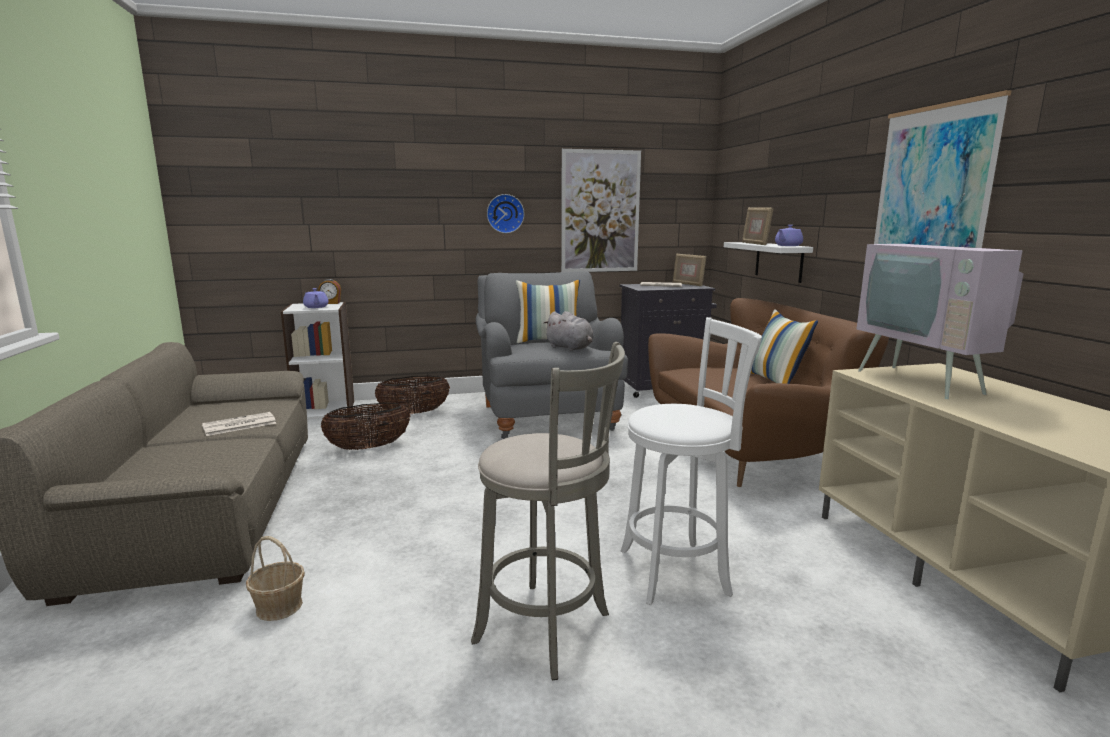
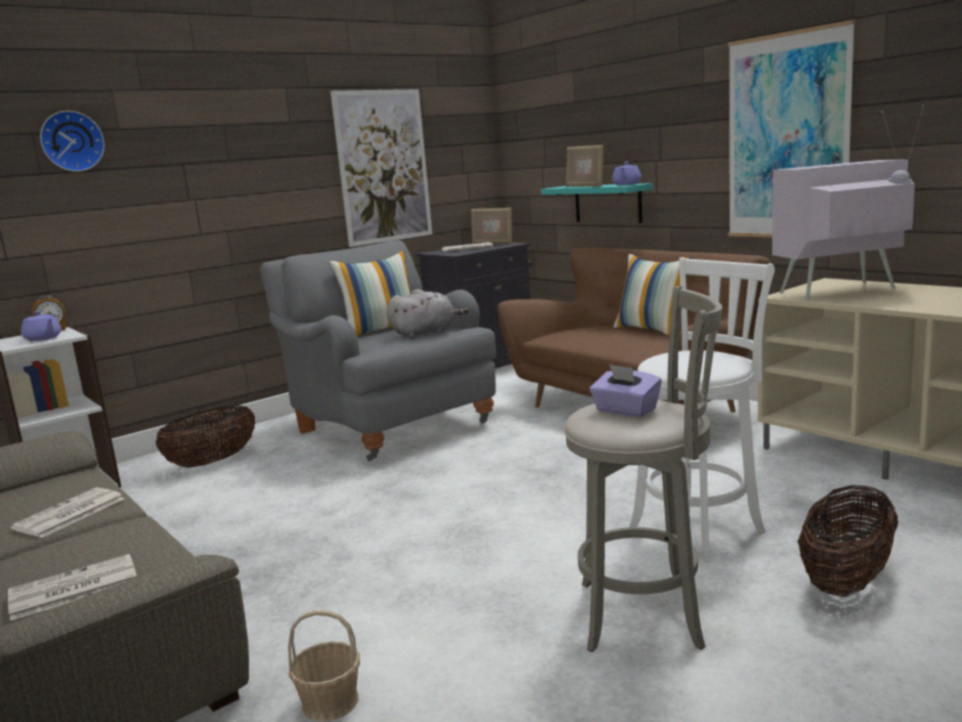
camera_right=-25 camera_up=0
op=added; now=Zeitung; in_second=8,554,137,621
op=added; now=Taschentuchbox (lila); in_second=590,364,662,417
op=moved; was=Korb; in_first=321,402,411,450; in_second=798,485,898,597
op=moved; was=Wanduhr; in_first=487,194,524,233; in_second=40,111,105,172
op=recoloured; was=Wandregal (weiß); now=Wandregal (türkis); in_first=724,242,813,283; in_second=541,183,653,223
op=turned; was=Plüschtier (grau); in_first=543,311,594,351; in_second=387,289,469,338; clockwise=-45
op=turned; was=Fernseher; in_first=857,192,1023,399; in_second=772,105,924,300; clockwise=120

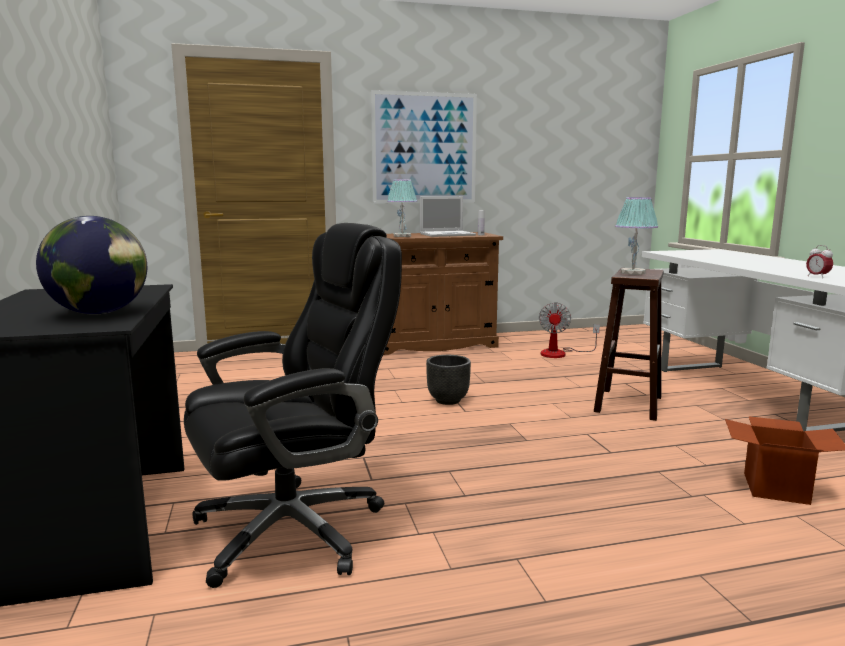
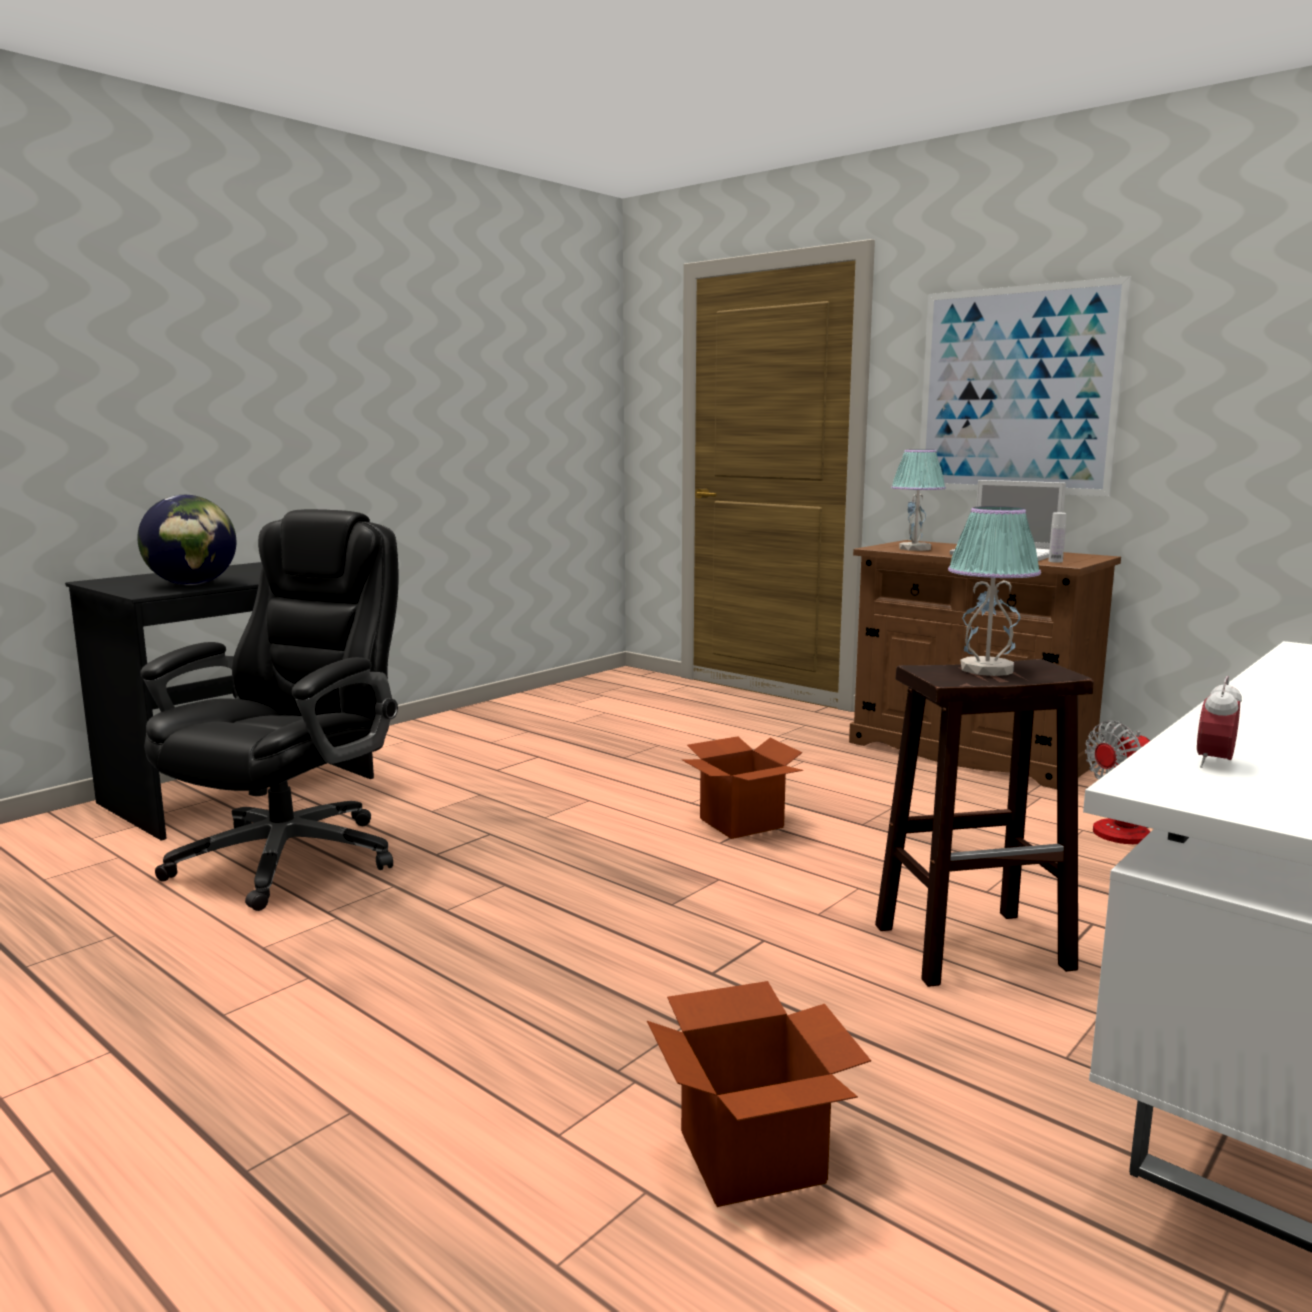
camera_right=55 camera_up=0
op=replaced; was=Pflanzkübel (schwarz); now=Karton; in_first=426,355,471,405; in_second=682,736,803,839
op=turned; was=Bürostuhl (schwarz); in_first=184,223,402,588; in_second=140,509,399,911; clockwise=-90

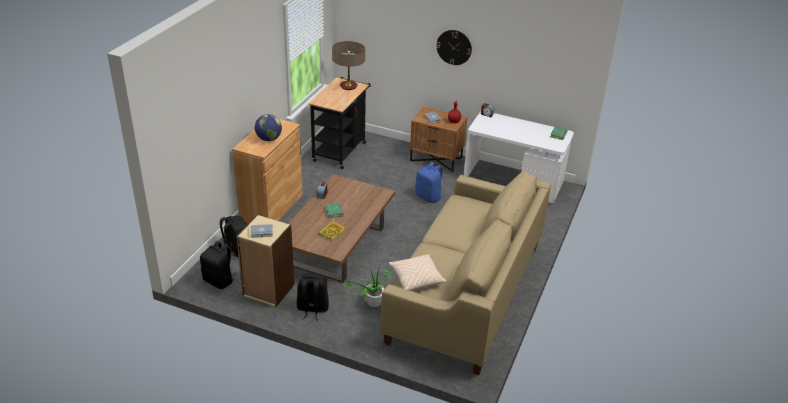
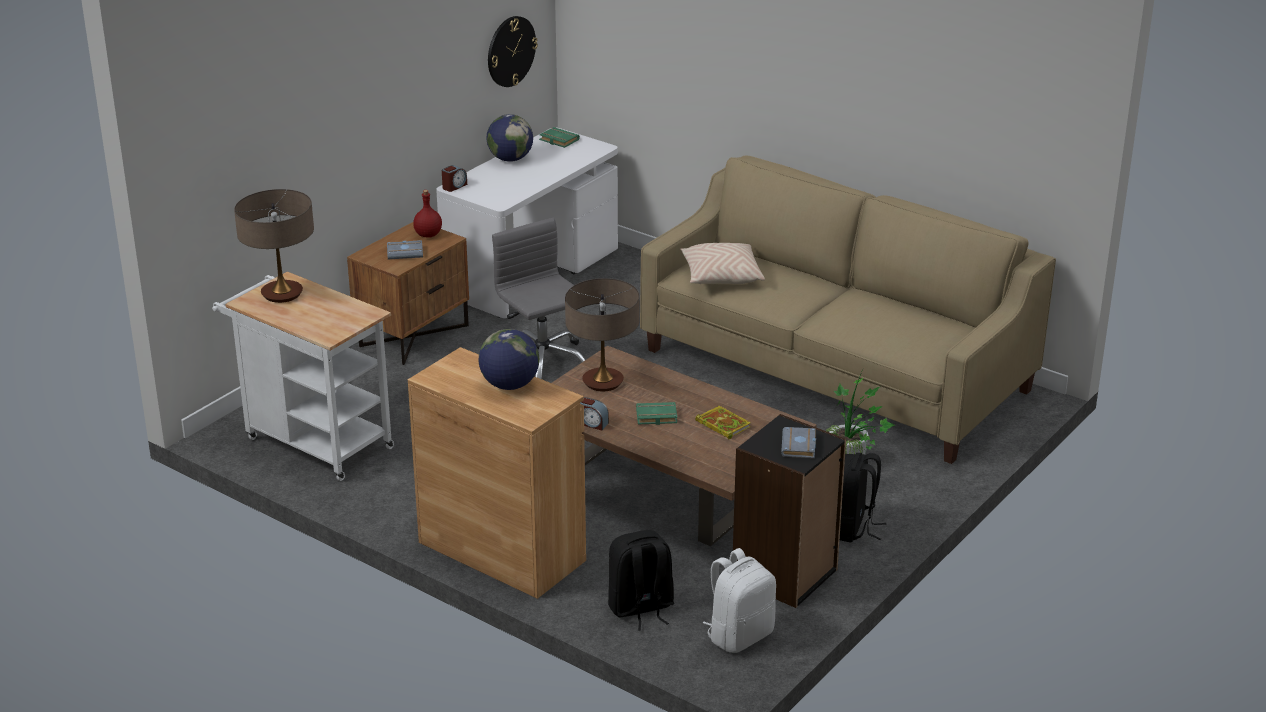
camera_right=-75 camera_up=-5
op=added; now=Globus; in_second=486,114,533,162
op=added; now=Tischlampe; in_second=565,278,639,391
op=moved; was=Kissen (beige); in_first=389,254,446,291; in_second=680,243,765,284
op=moved; was=Wanduhr; in_first=436,30,472,65; in_second=488,16,538,87
op=replaced; was=Rucksack (blau); now=Bürostuhl (grau); in_first=415,162,443,203; in_second=492,218,585,379
op=recoloured; was=Rucksack (schwarz); now=Rucksack (weiß); in_first=200,241,236,289; in_second=703,548,776,653
op=recoloured; was=Bücherregal (beige); now=Bücherregal (schwarz); in_first=236,215,294,307; in_second=733,414,846,608
op=recoloured; was=Rollwagen (schwarz); now=Rollwagen (weiß); in_first=308,77,371,169; in_second=212,272,394,481

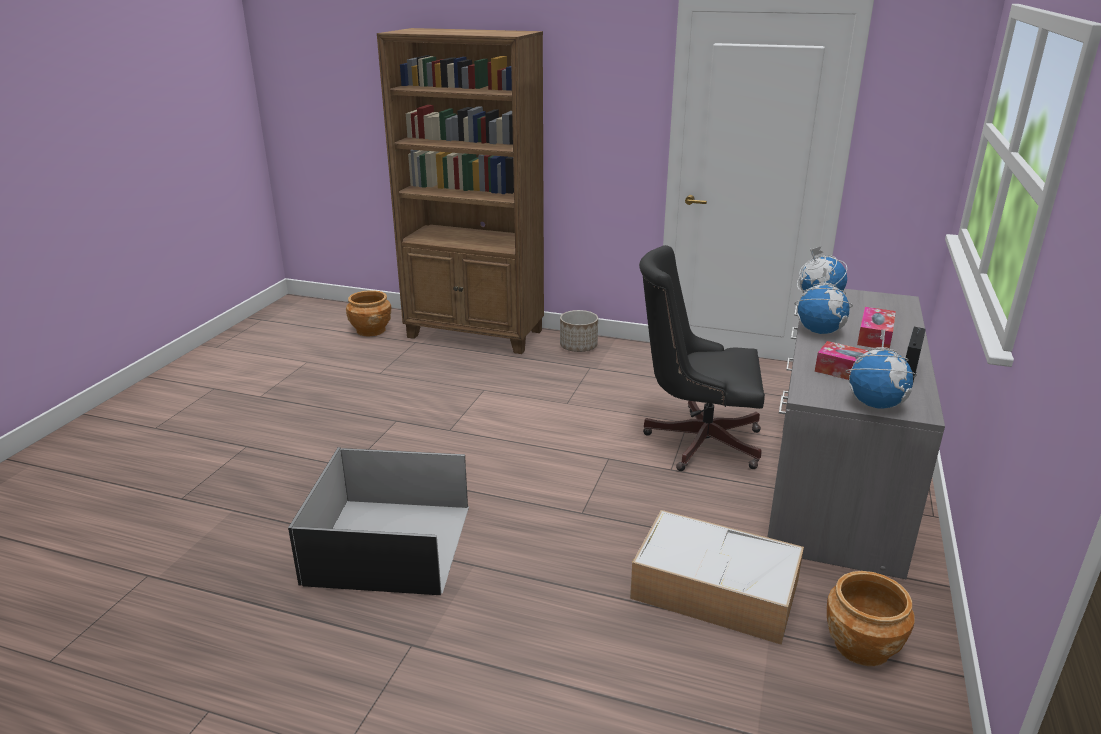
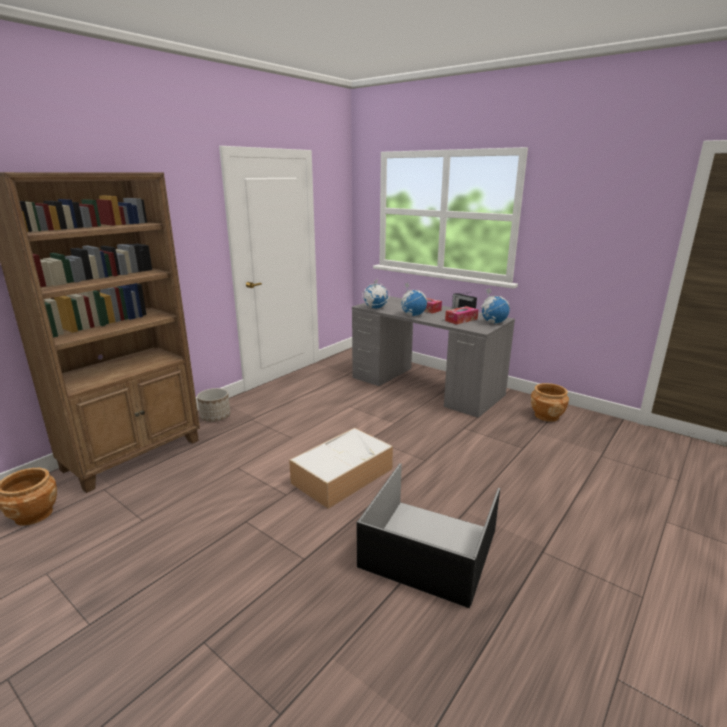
camera_right=-70 camera_up=-5
op=removed; was=Bürostuhl (schwarz); in_first=639,245,765,471
op=moved; was=Aufbewahrungsbox; in_first=630,510,804,645; in_second=289,428,393,509

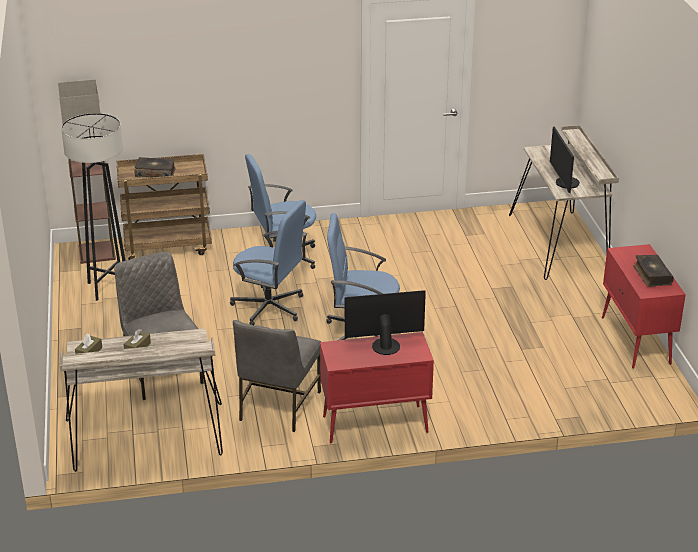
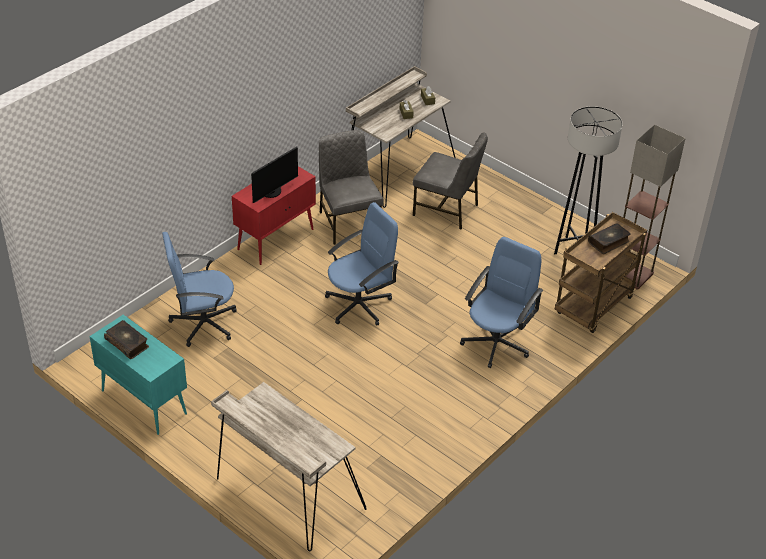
camera_right=140 camera_up=10
op=removed; was=Monitor; in_first=550,127,580,193
op=moved; was=Bürostuhl (blau); in_first=230,200,307,325; in_second=162,232,237,347
op=recoloured; was=Schrank (rot); now=Schrank (türkis); in_first=602,244,686,369; in_second=89,315,187,435

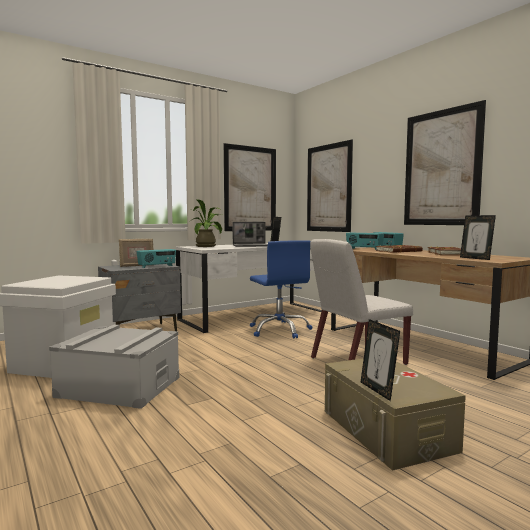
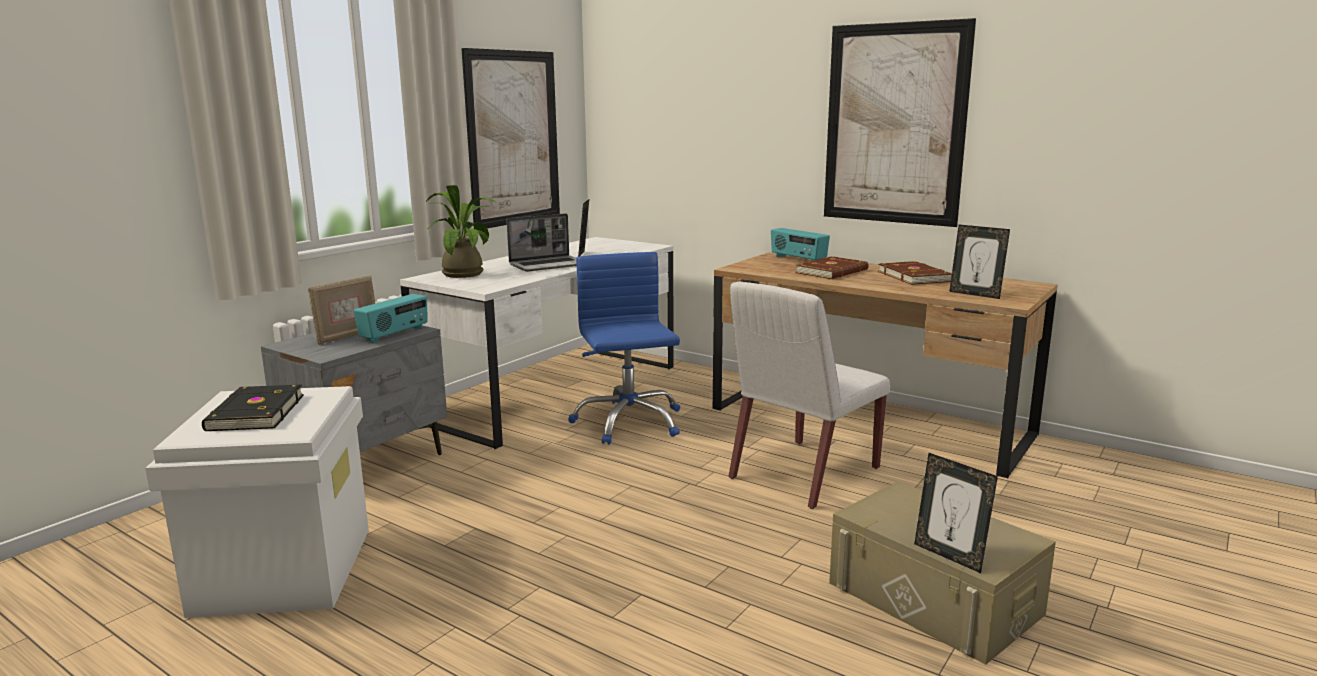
camera_right=-20 camera_up=10
op=removed; was=Aufbewahrungsbox (grau); in_first=49,325,179,409
op=removed; was=Bild; in_first=307,139,353,232
op=removed; was=Radio; in_first=346,233,384,250
op=added; now=Buch (schwarz); in_second=202,384,304,431
op=turned; was=Bürostuhl (blau); in_first=250,240,312,339; in_second=568,252,680,445; clockwise=-150

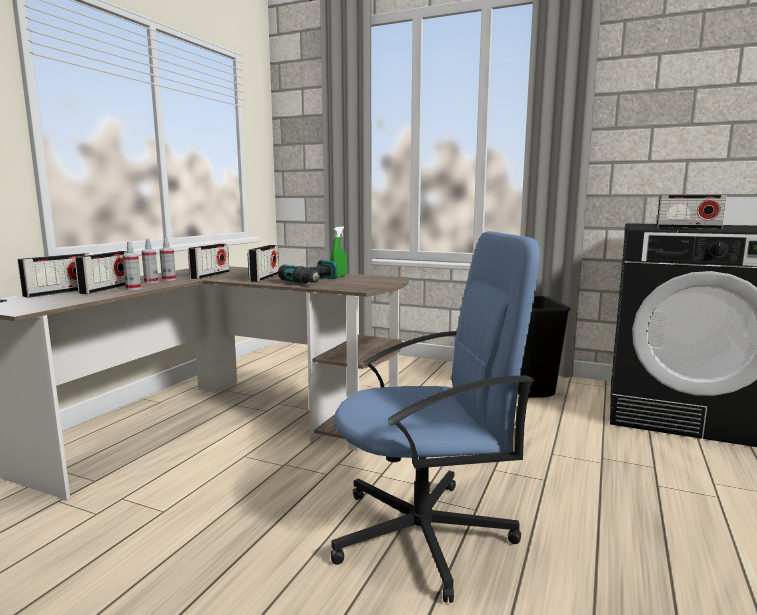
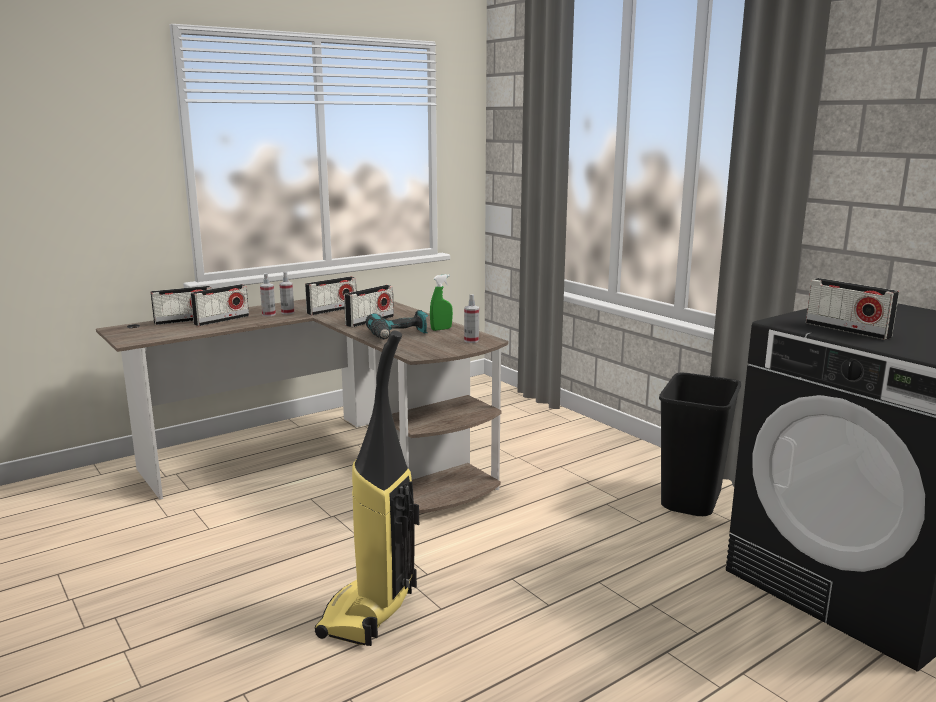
camera_right=30 camera_up=5
op=moved; was=Sprühflasche; in_first=122,242,141,290; in_second=464,294,479,343
op=replaced; was=Bürostuhl (blau); now=Staubsauger; in_first=331,231,540,603; in_second=315,331,419,646

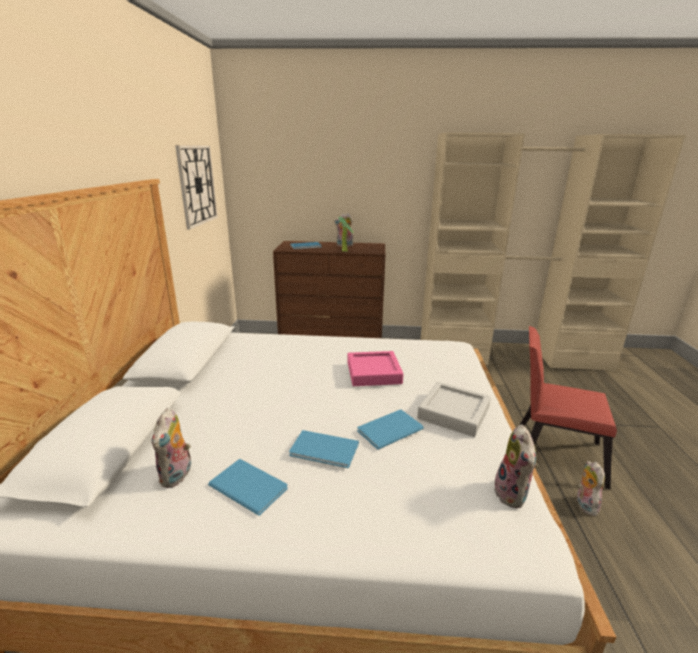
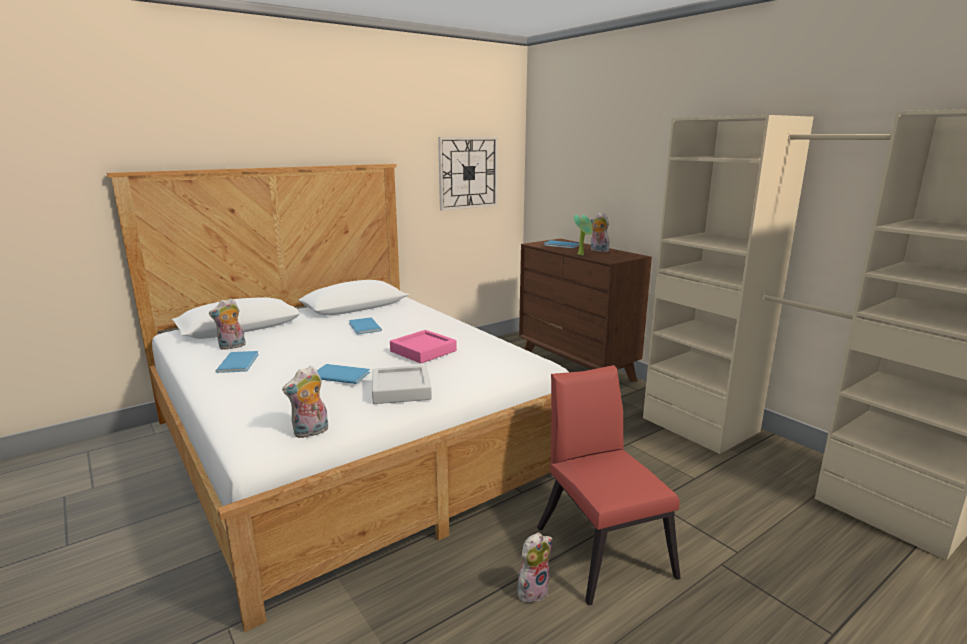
camera_right=50 camera_up=-5
op=moved; was=Buch (blau); in_first=289,430,359,468; in_second=349,317,382,334

